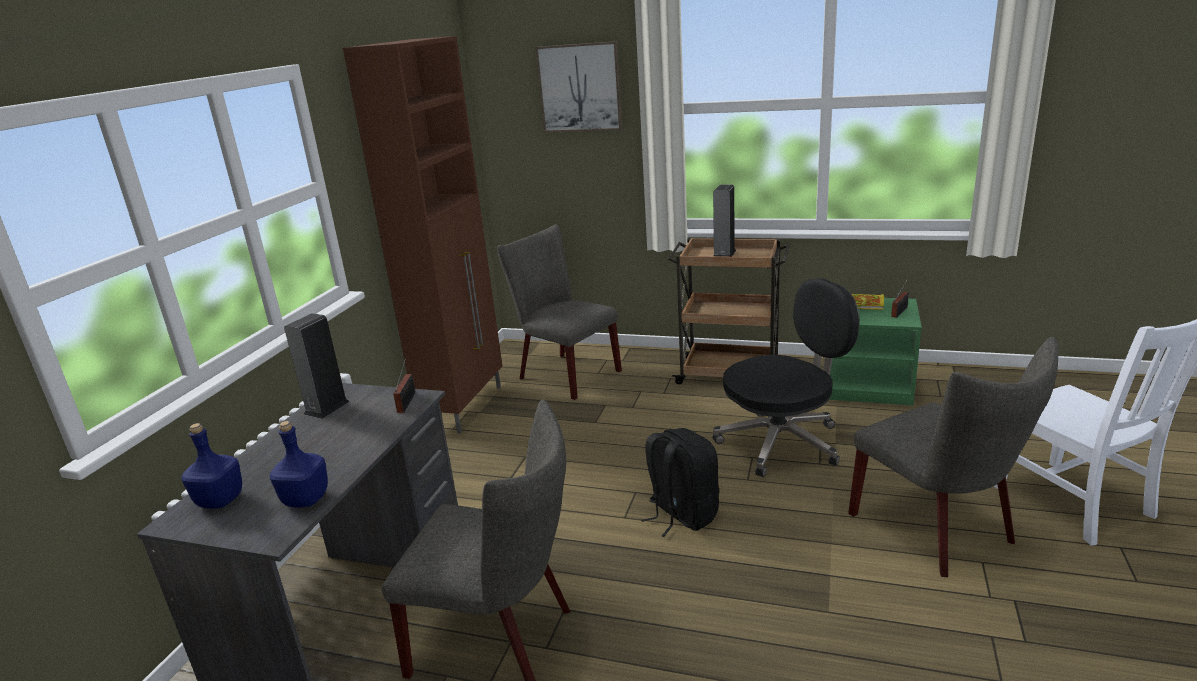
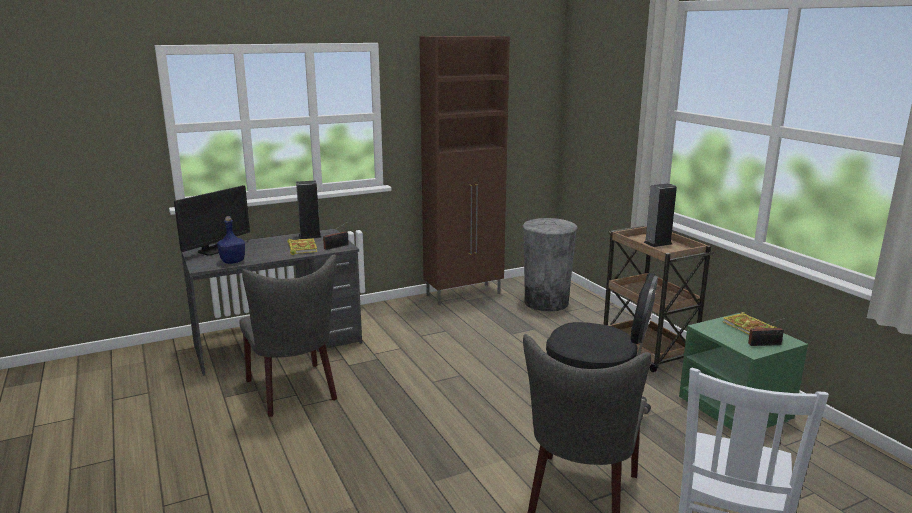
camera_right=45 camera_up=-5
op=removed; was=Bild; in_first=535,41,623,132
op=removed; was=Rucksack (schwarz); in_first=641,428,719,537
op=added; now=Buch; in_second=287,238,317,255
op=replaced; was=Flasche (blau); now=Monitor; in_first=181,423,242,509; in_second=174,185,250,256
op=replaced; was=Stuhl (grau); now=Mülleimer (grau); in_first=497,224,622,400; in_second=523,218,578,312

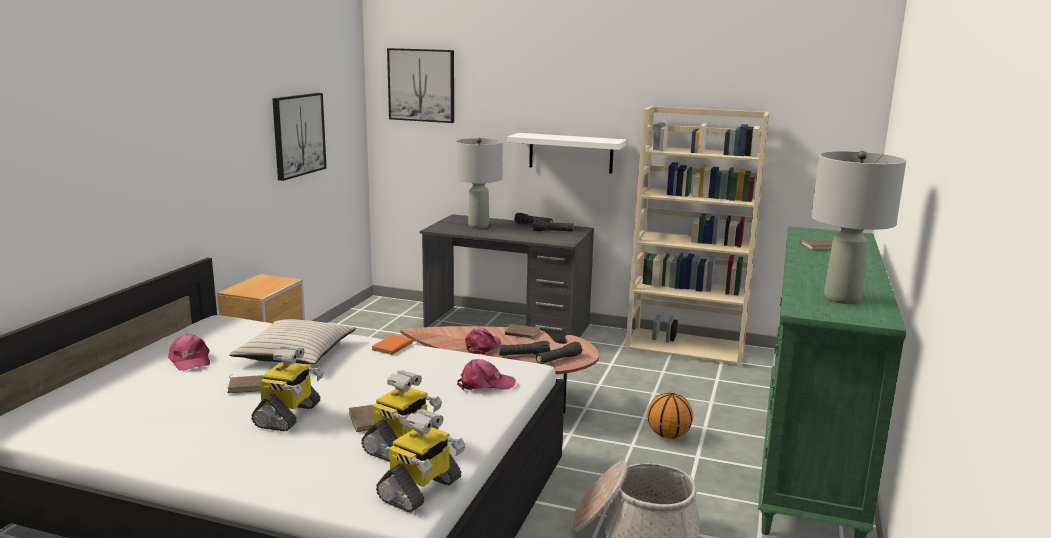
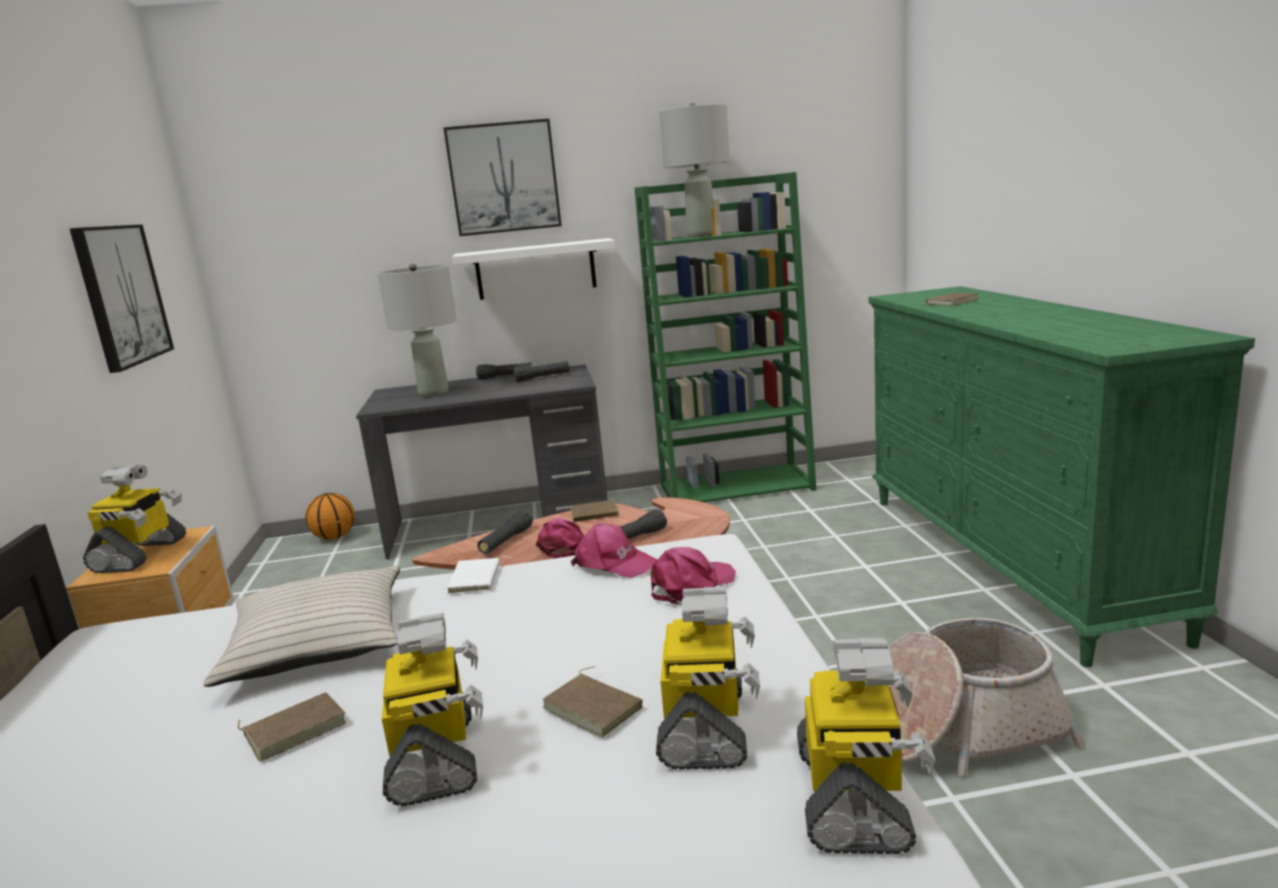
camera_right=-25 camera_up=0
op=added; now=Spielzeugroboter; in_second=83,465,186,573
op=moved; was=Kappe (rosa); in_first=168,334,210,370; in_second=571,523,657,578
op=moved; was=Bild; in_first=387,48,454,123; in_second=443,119,562,236
op=moved; was=Taschenlampe (schwarz); in_first=536,341,583,364; in_second=478,511,533,554
op=moved; was=Basketball; in_first=647,392,693,439; in_second=305,493,355,540
op=moved; was=Tischlampe (grau); in_first=812,151,906,304; in_second=659,103,730,237
op=recoloured; was=Buch (orange); now=Buch (weiß); in_first=372,335,419,355; in_second=447,556,511,594
op=recoloured; was=Bücherregal (beige); now=Bücherregal (grün); in_first=625,106,769,367; in_second=635,172,816,502

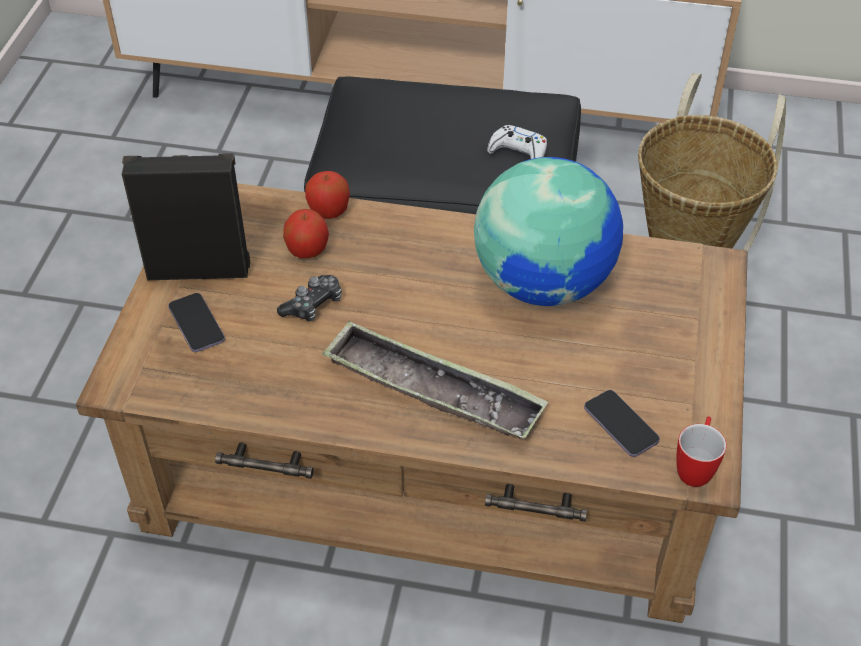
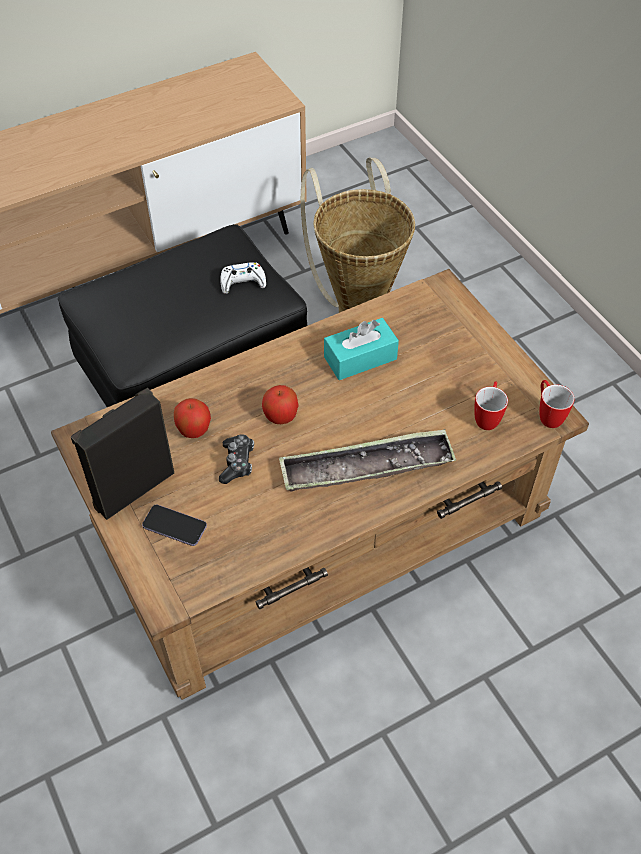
camera_right=-40 camera_up=5
op=moved; was=Apfel; in_first=305,171,350,219; in_second=262,385,299,424
op=replaced; was=Globus; now=Taschentuchbox (türkis); in_first=474,157,623,306; in_second=324,318,399,380
op=replaced; was=Handy; now=Henkelbecher; in_first=584,390,660,457; in_second=474,382,508,430

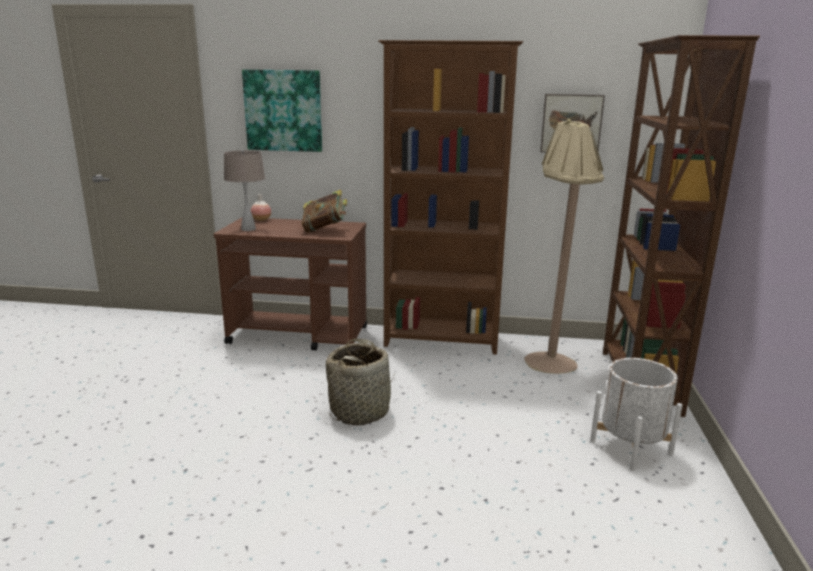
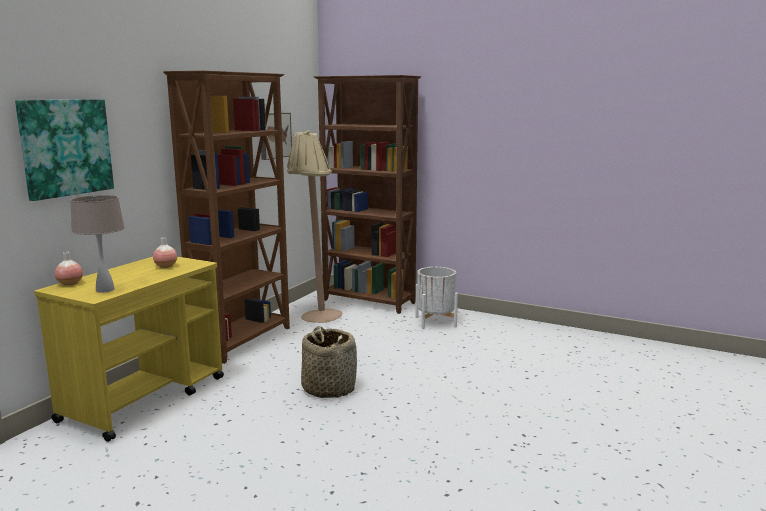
camera_right=-70 camera_up=-5
op=replaced; was=Buch; now=Vase; in_first=301,190,347,233; in_second=153,237,177,268
op=recoloured; was=Rollwagen (braun); now=Rollwagen (gelb); in_first=214,218,367,350; in_second=34,256,224,442

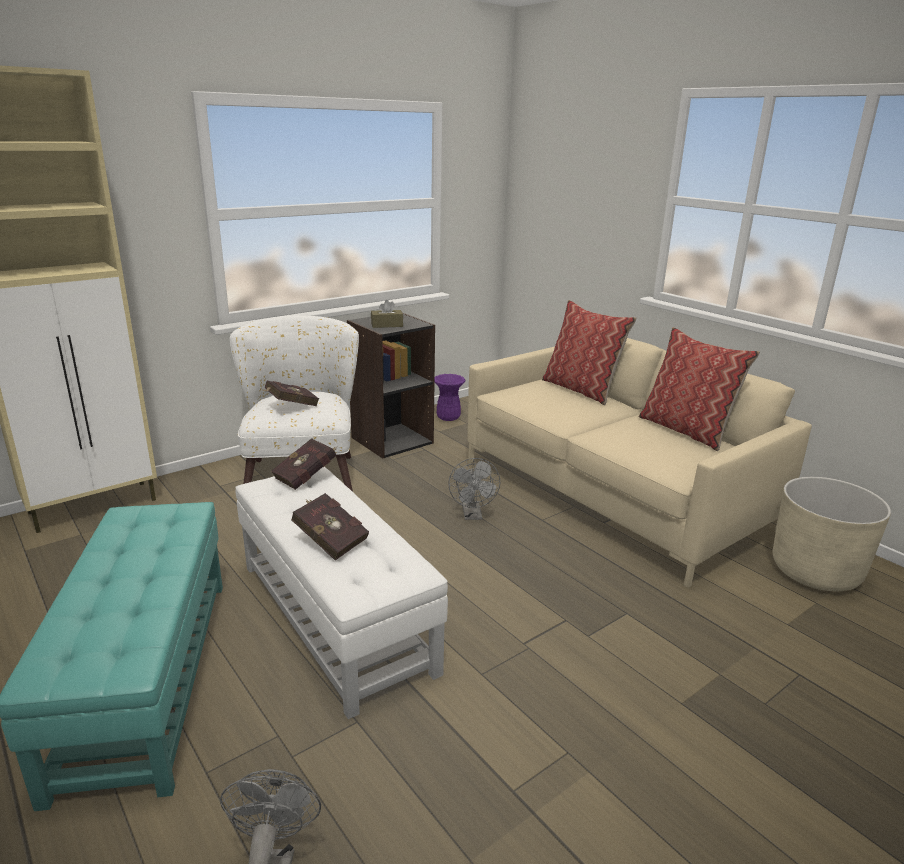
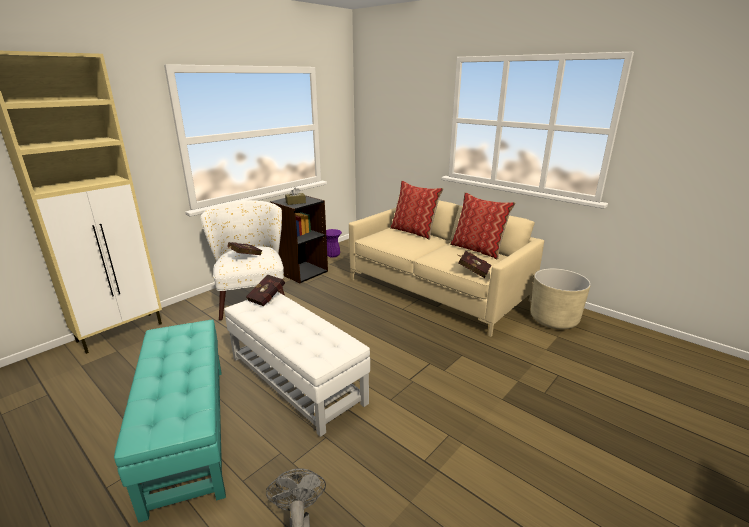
camera_right=-10 camera_up=0
op=removed; was=Ventilator (grau); in_first=448,458,501,520
op=moved; was=Buch (rot); in_first=291,493,369,560; in_second=458,251,491,278

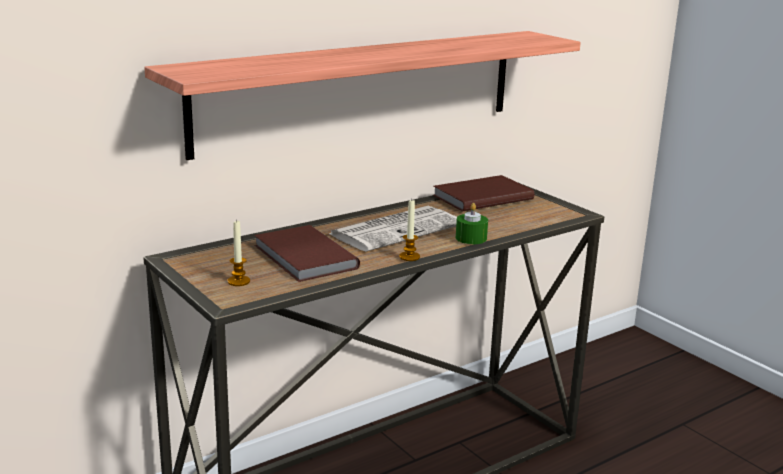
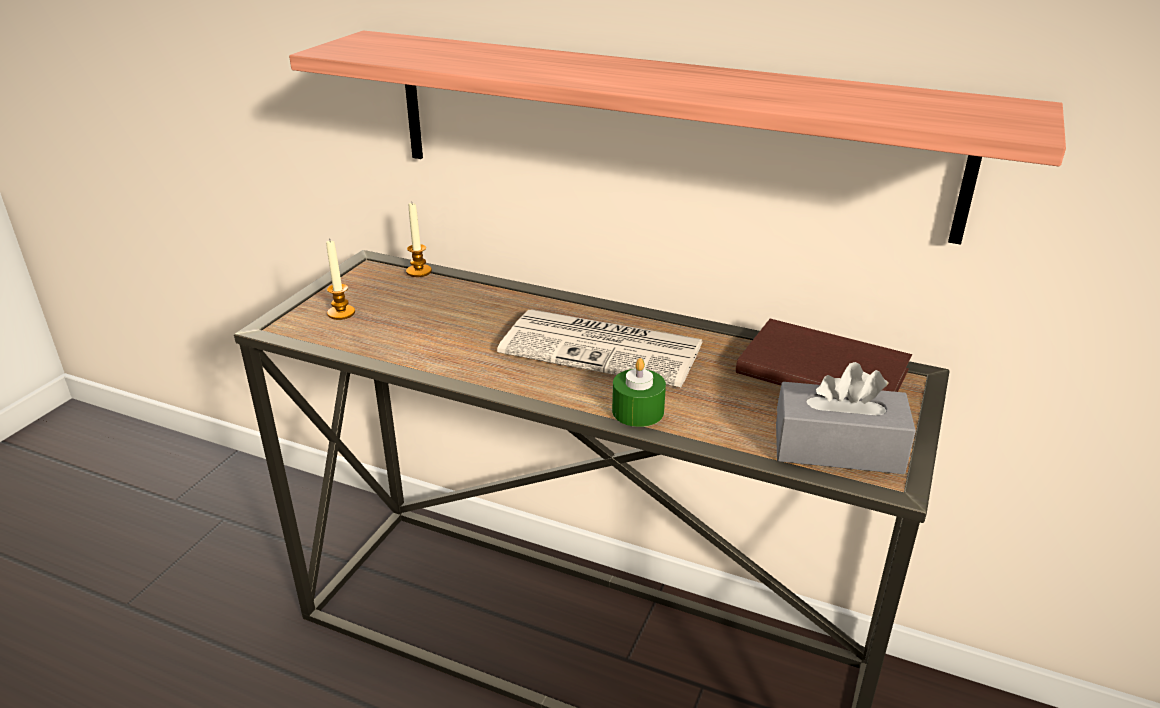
camera_right=60 camera_up=10
op=removed; was=Buch (braun); in_first=254,225,360,282
op=added; now=Taschentuchbox (grau); in_second=776,362,916,474
op=moved; was=Kerze; in_first=399,200,420,261; in_second=406,203,432,277

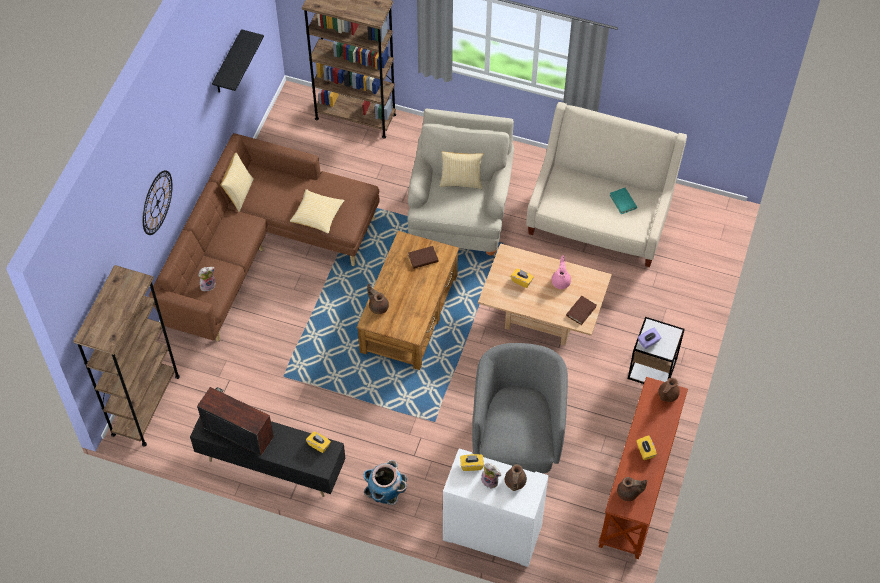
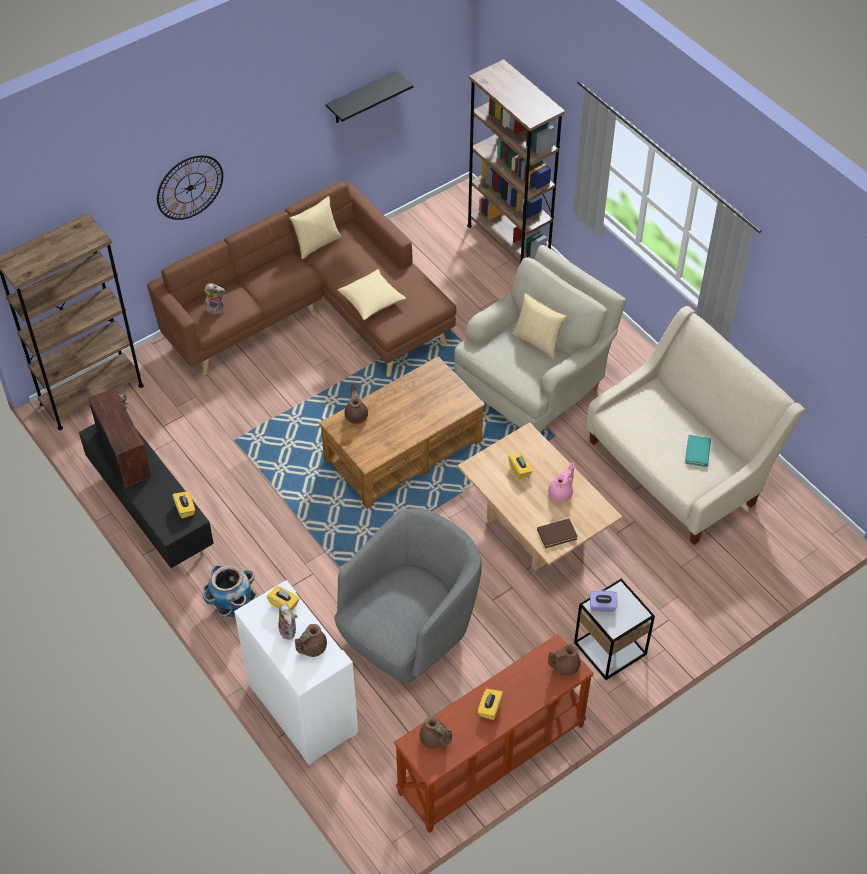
camera_right=35 camera_up=-5
op=removed; was=Buch (braun); in_first=408,246,439,269

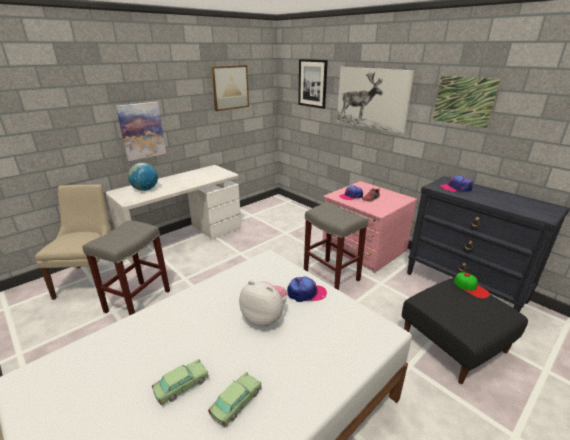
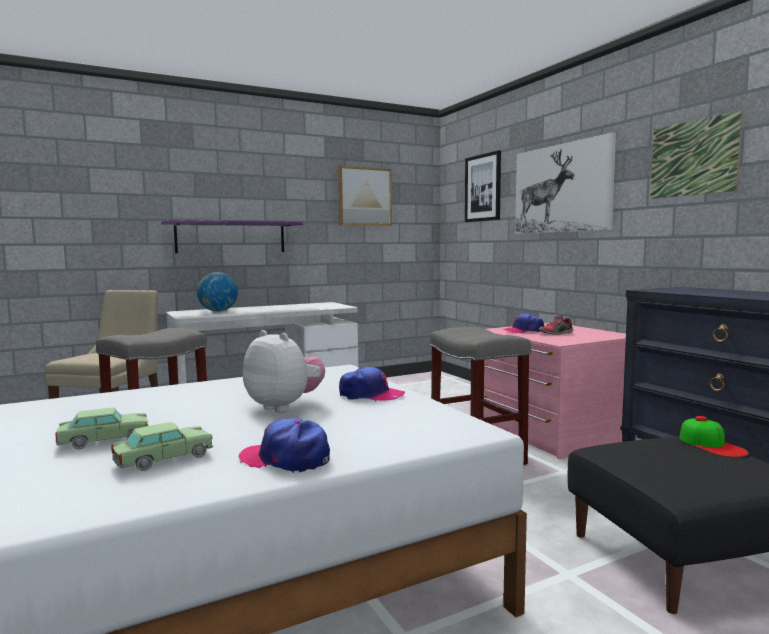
camera_right=15 camera_up=-20
op=moved; was=Kappe; in_first=440,175,473,192; in_second=239,418,330,473
op=replaced; was=Bild; now=Wandregal (lila); in_first=116,102,166,161; in_second=161,220,303,253

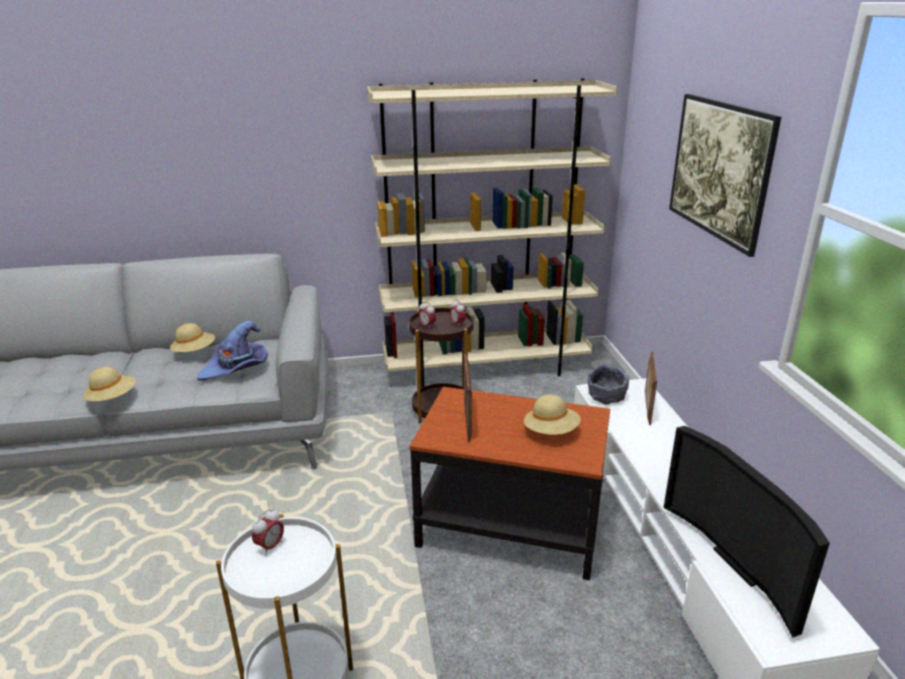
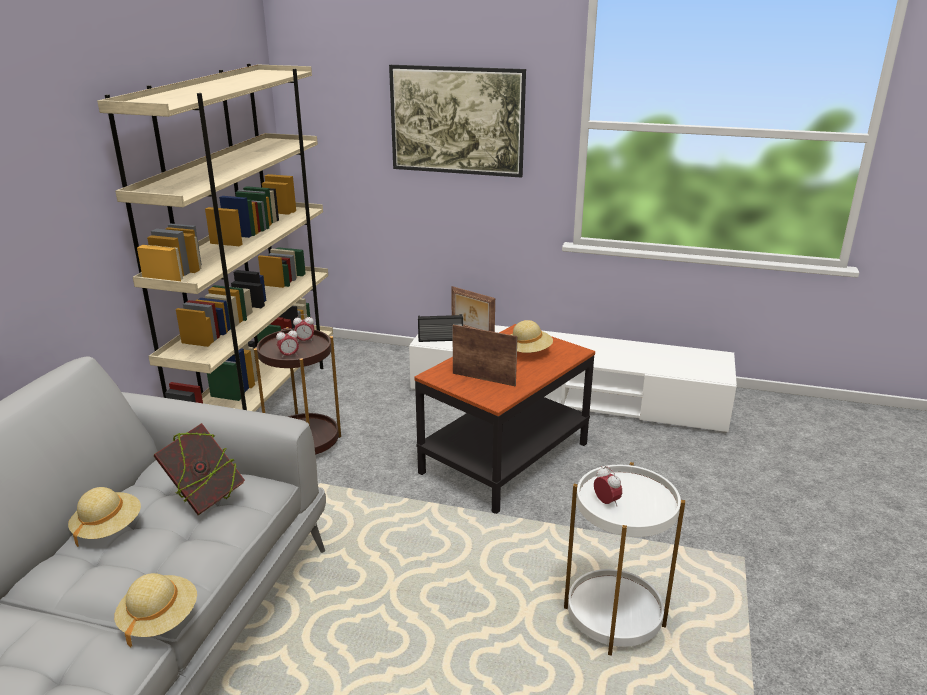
camera_right=-65 camera_up=0
op=removed; was=Fernseher; in_first=664,426,830,638
op=replaced; was=Hut (lila); now=Buch; in_first=197,321,268,381; in_second=154,423,245,515
op=replaced; was=Schüssel (grau); now=Radio; in_first=588,364,629,405; in_second=418,314,463,342

